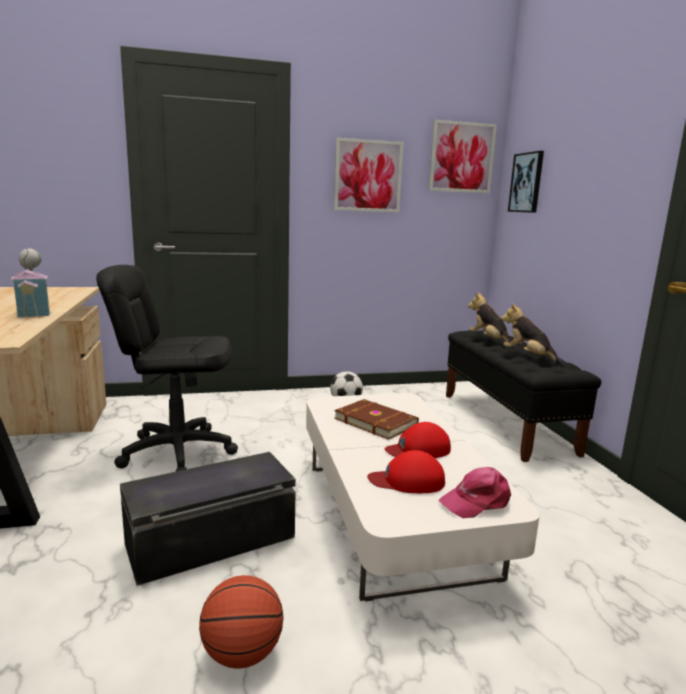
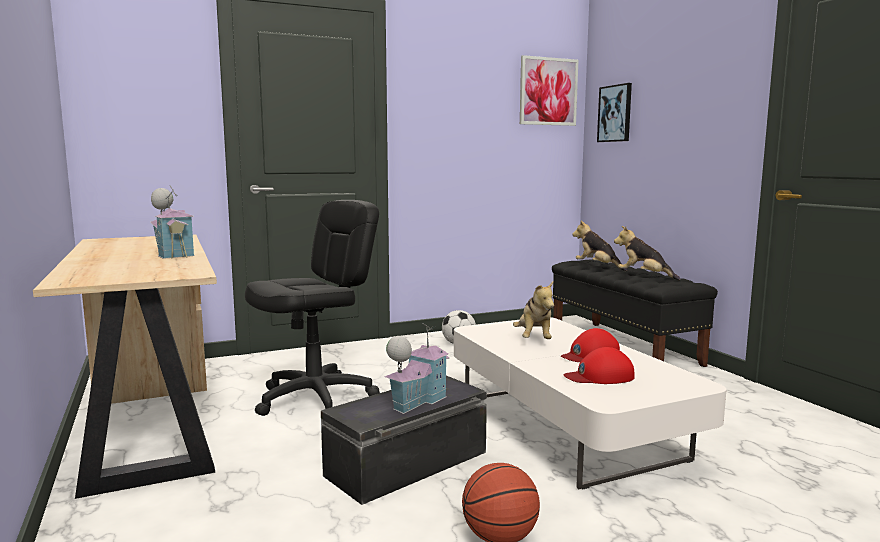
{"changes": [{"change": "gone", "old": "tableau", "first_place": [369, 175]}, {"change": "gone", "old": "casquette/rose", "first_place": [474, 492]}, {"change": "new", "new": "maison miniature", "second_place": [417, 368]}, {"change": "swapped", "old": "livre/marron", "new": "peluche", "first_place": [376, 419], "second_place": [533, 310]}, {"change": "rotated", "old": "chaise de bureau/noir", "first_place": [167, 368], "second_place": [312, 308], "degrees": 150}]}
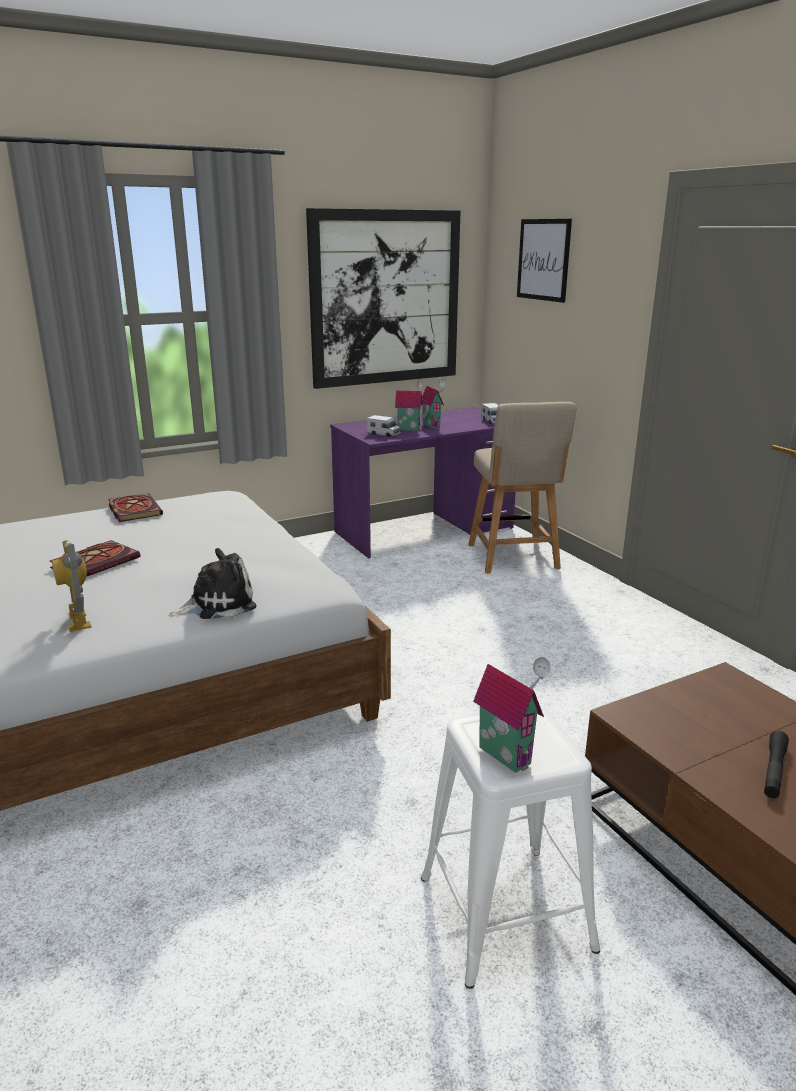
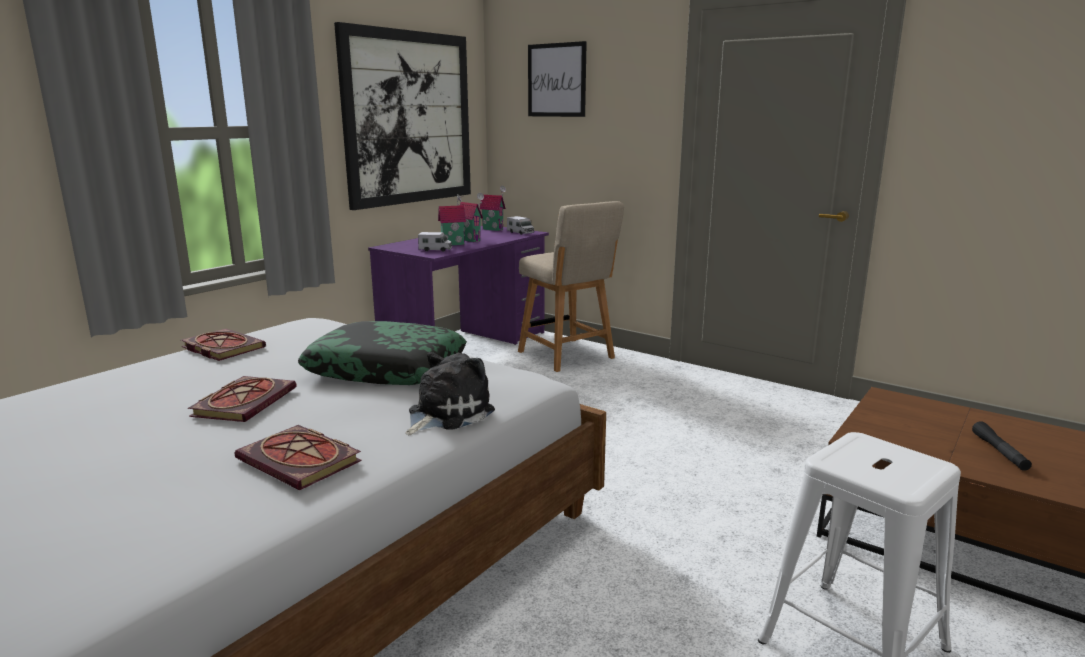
{"changes": [{"change": "new", "new": "coussin", "second_place": [382, 353]}, {"change": "shifted", "old": "maison miniature", "first_place": [512, 715], "second_place": [492, 208]}, {"change": "swapped", "old": "robot jouet", "new": "livre", "first_place": [72, 586], "second_place": [298, 457]}]}
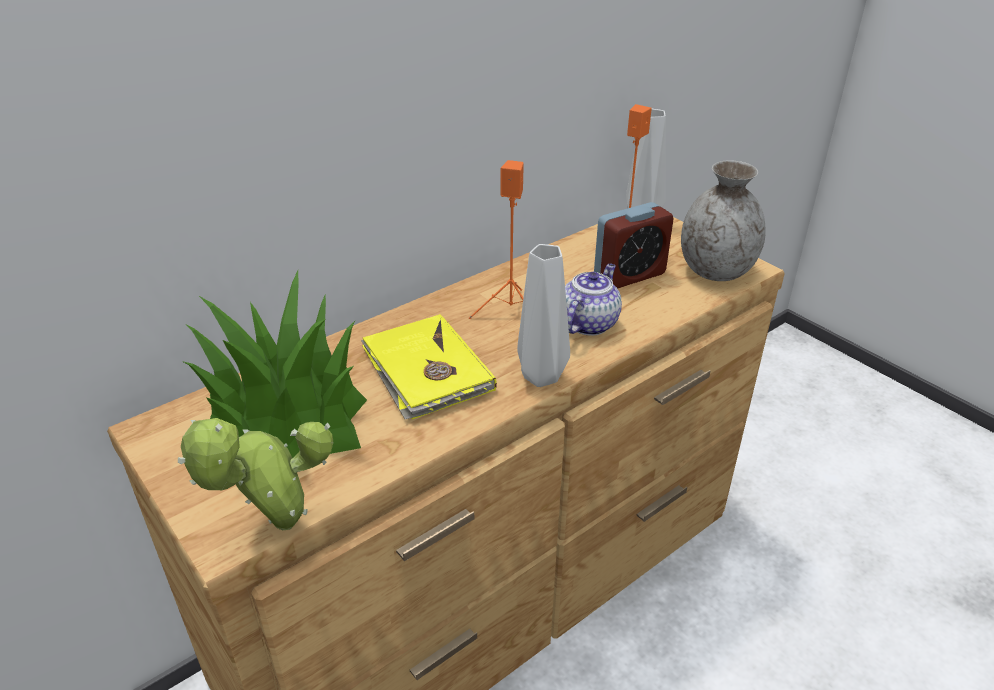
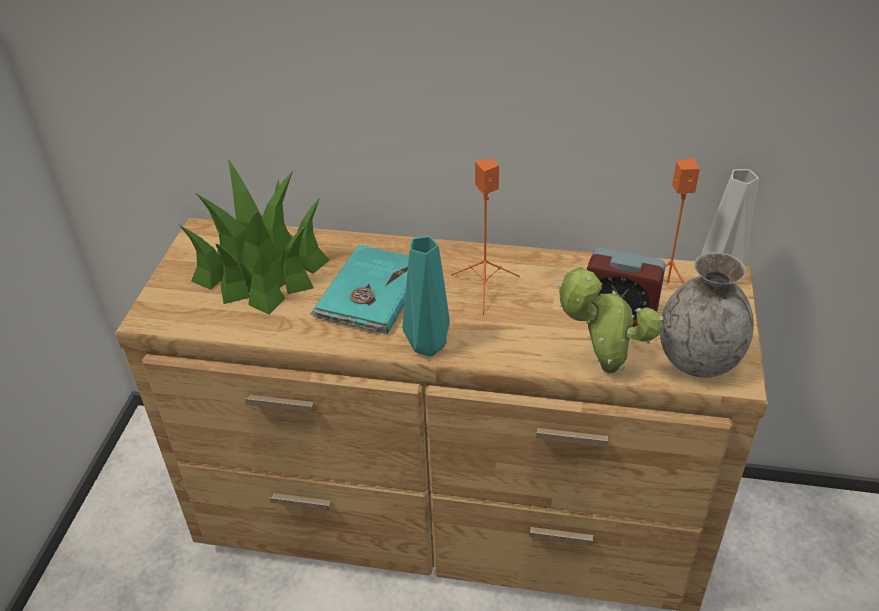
{"changes": [{"change": "gone", "old": "théière", "first_place": [593, 299]}, {"change": "shifted", "old": "plante en pot", "first_place": [255, 474], "second_place": [609, 319]}, {"change": "repainted", "old": "livre/jaune", "new": "livre/turquoise", "first_place": [429, 366], "second_place": [359, 289]}, {"change": "repainted", "old": "vase/gris", "new": "vase/turquoise", "first_place": [543, 315], "second_place": [426, 296]}]}
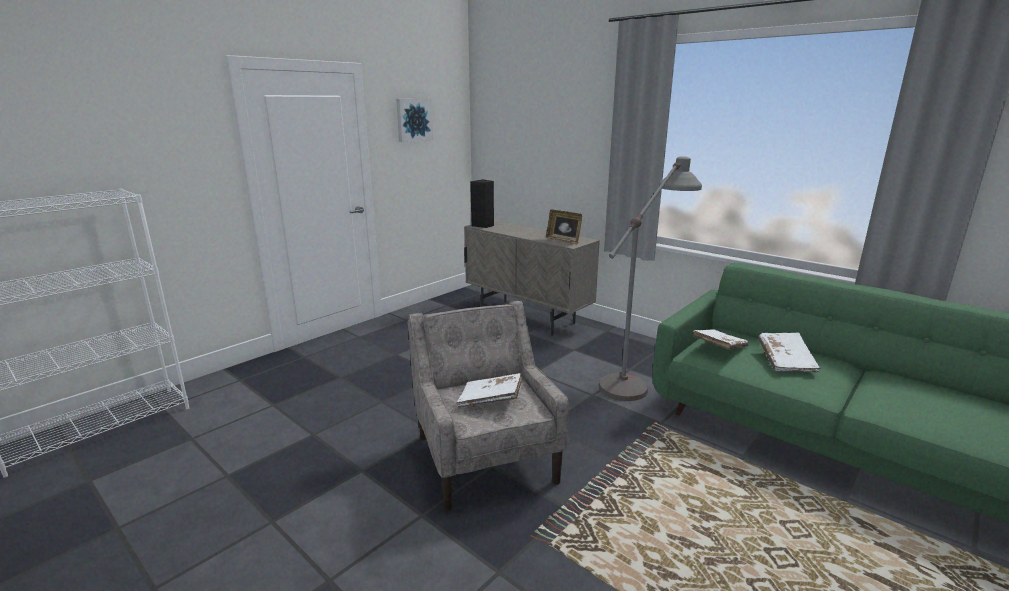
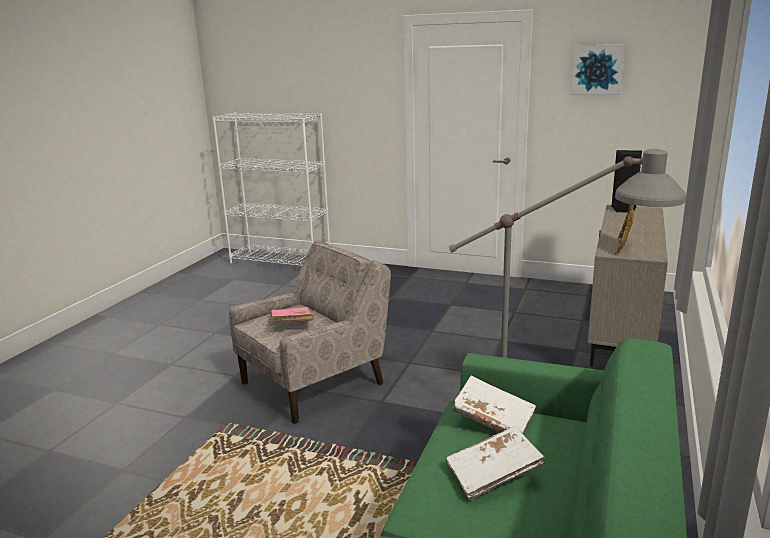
{"changes": [{"change": "repainted", "old": "livre/blanc", "new": "livre/rose", "first_place": [489, 390], "second_place": [292, 315]}]}
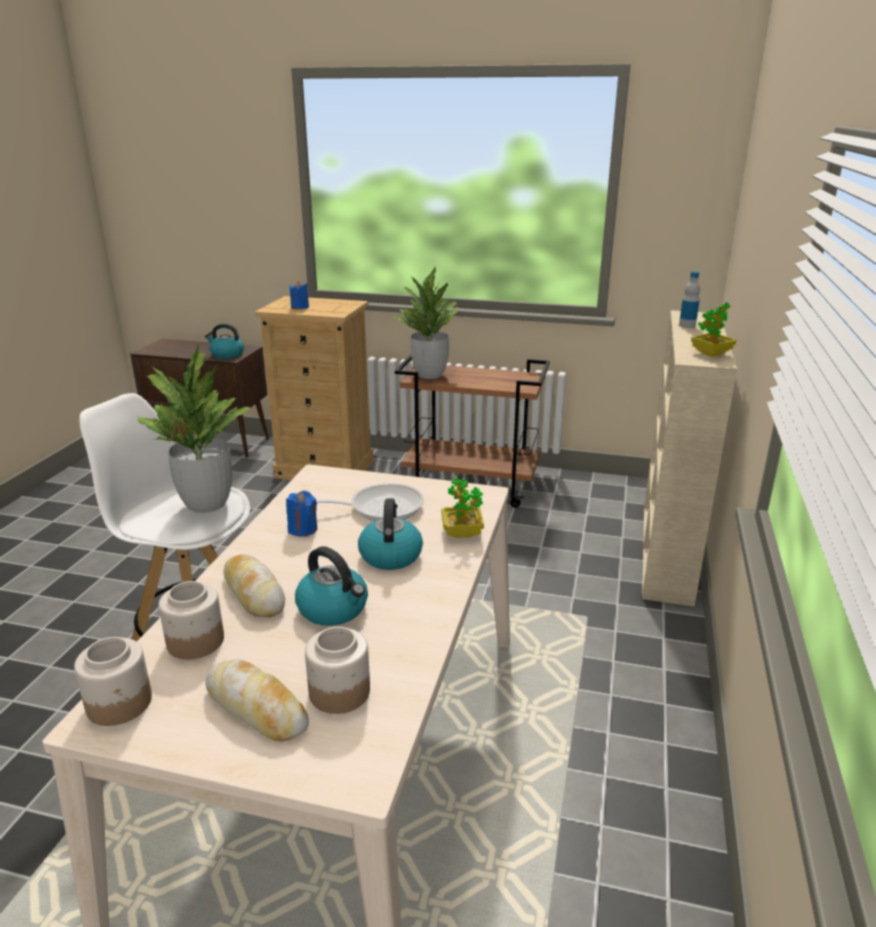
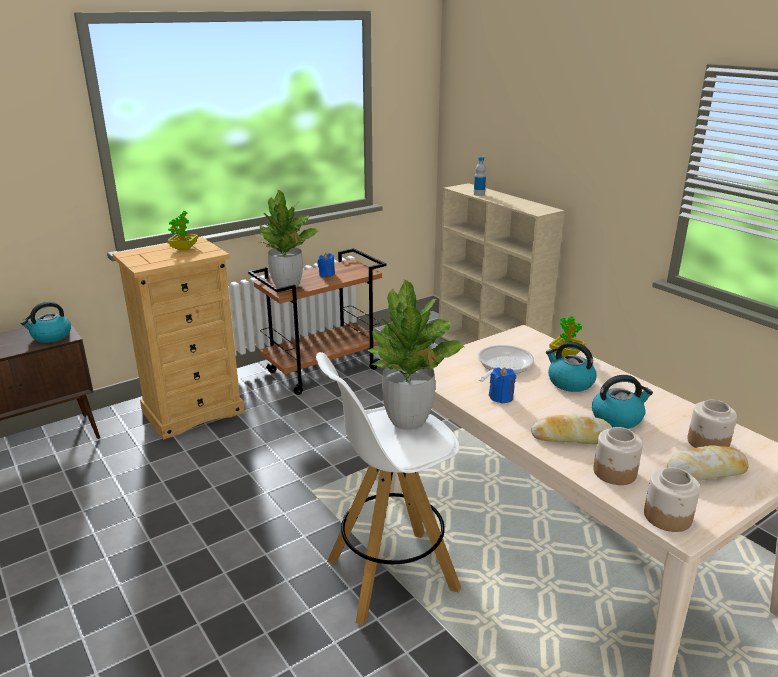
{"changes": [{"change": "shifted", "old": "bougie/bleu", "first_place": [299, 295], "second_place": [326, 265]}, {"change": "shifted", "old": "plante en pot", "first_place": [713, 329], "second_place": [182, 230]}]}
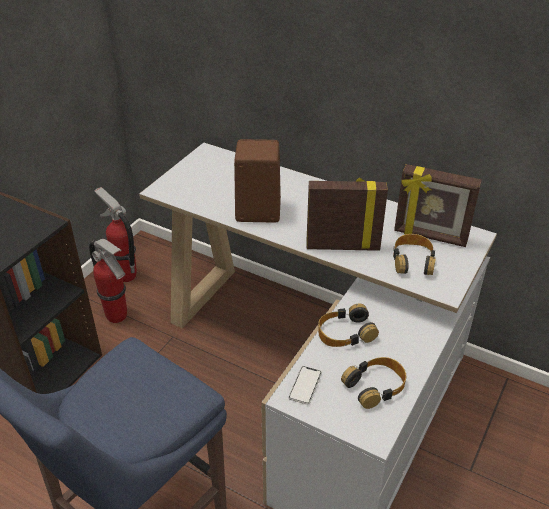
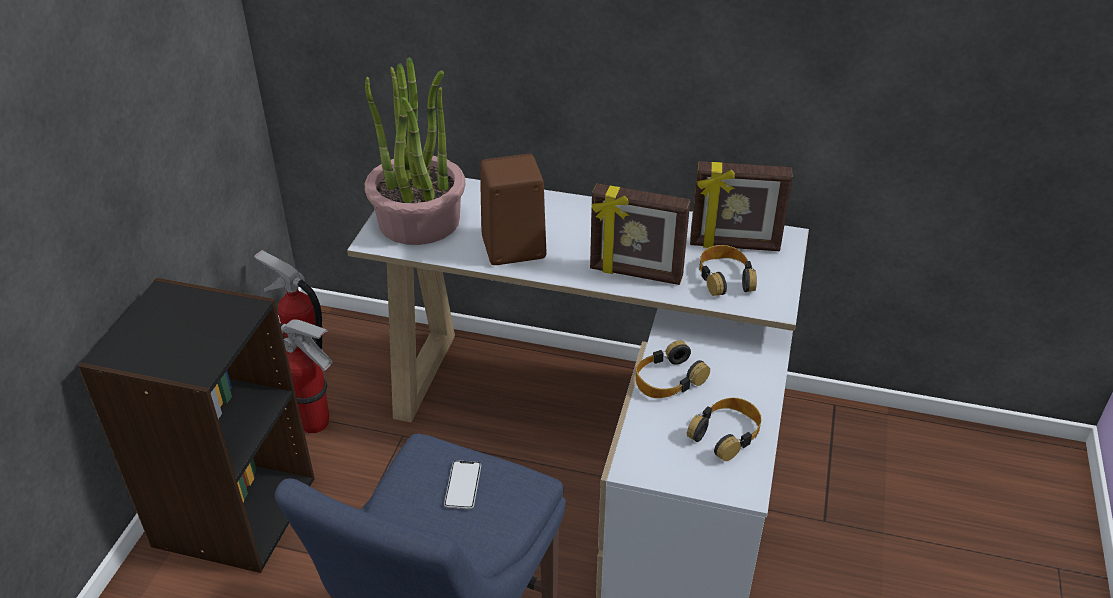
{"changes": [{"change": "new", "new": "plante en pot", "second_place": [415, 151]}, {"change": "shifted", "old": "téléphone", "first_place": [305, 385], "second_place": [462, 484]}, {"change": "rotated", "old": "cadre photo", "first_place": [347, 214], "second_place": [640, 234], "degrees": -150}]}
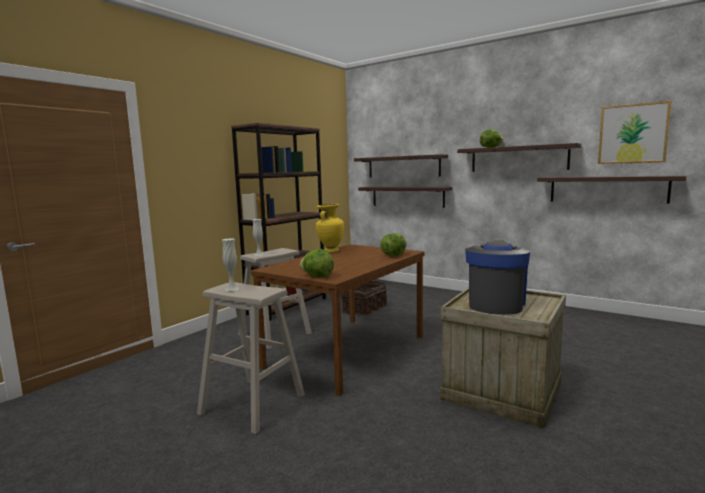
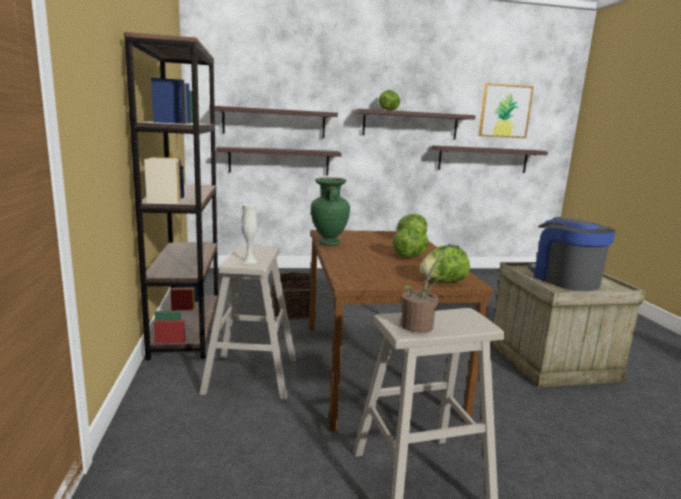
{"changes": [{"change": "new", "new": "laitue", "second_place": [410, 242]}, {"change": "swapped", "old": "vase/blanc", "new": "plante en pot", "first_place": [231, 265], "second_place": [430, 288]}, {"change": "repainted", "old": "vase/jaune", "new": "vase/vert", "first_place": [330, 228], "second_place": [330, 211]}]}
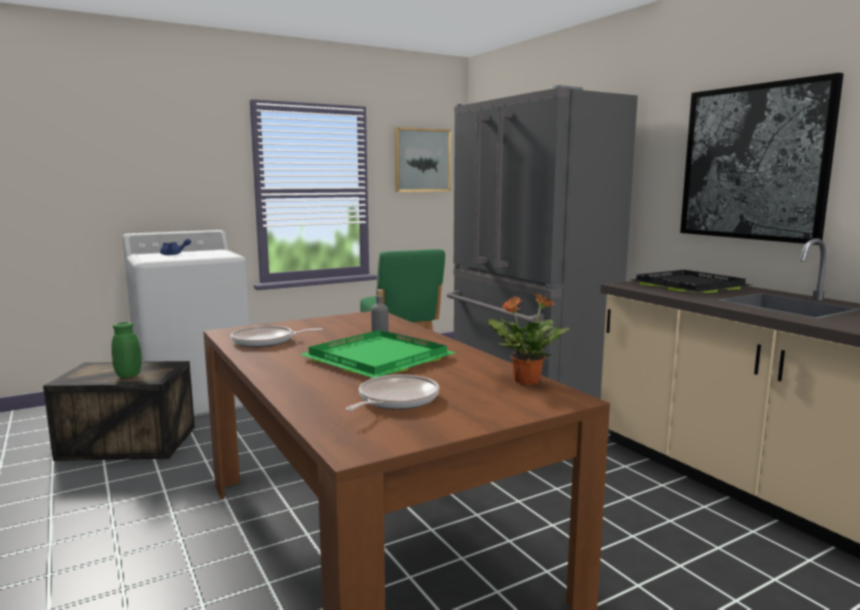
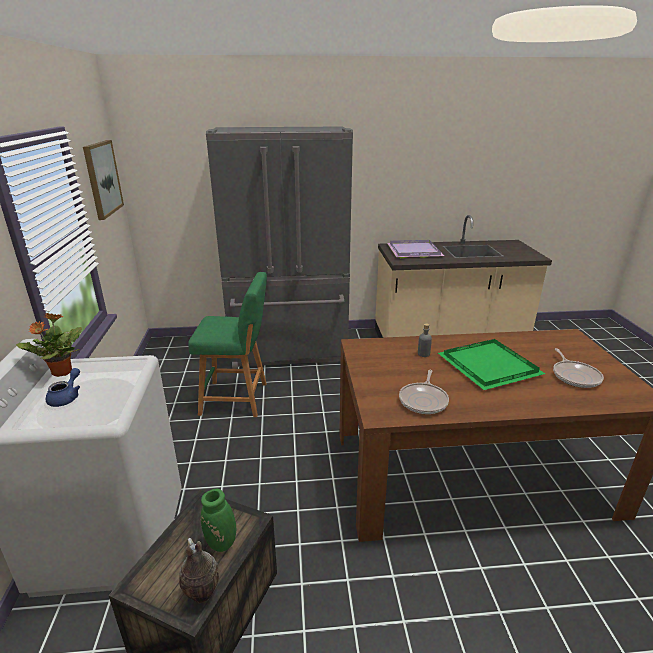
{"changes": [{"change": "gone", "old": "tableau", "first_place": [762, 159]}, {"change": "new", "new": "vase", "second_place": [199, 571]}, {"change": "shifted", "old": "plante en pot", "first_place": [530, 339], "second_place": [49, 345]}, {"change": "repainted", "old": "plateau/noir", "new": "plateau/violet", "first_place": [691, 281], "second_place": [415, 249]}, {"change": "rotated", "old": "poêle", "first_place": [392, 392], "second_place": [578, 368], "degrees": -150}]}
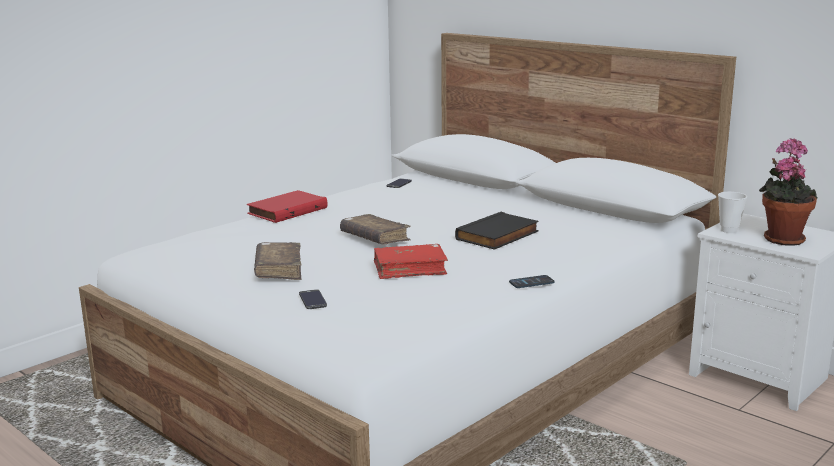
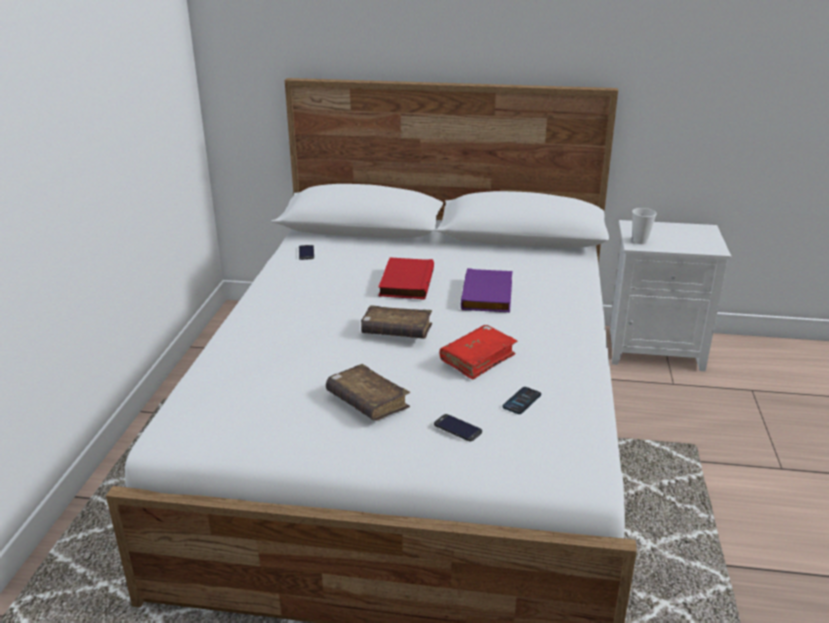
{"changes": [{"change": "gone", "old": "plante en pot", "first_place": [788, 192]}, {"change": "shifted", "old": "livre/rouge", "first_place": [287, 206], "second_place": [406, 278]}, {"change": "shifted", "old": "téléphone", "first_place": [532, 281], "second_place": [521, 400]}, {"change": "repainted", "old": "livre/noir", "new": "livre/violet", "first_place": [497, 231], "second_place": [487, 290]}]}
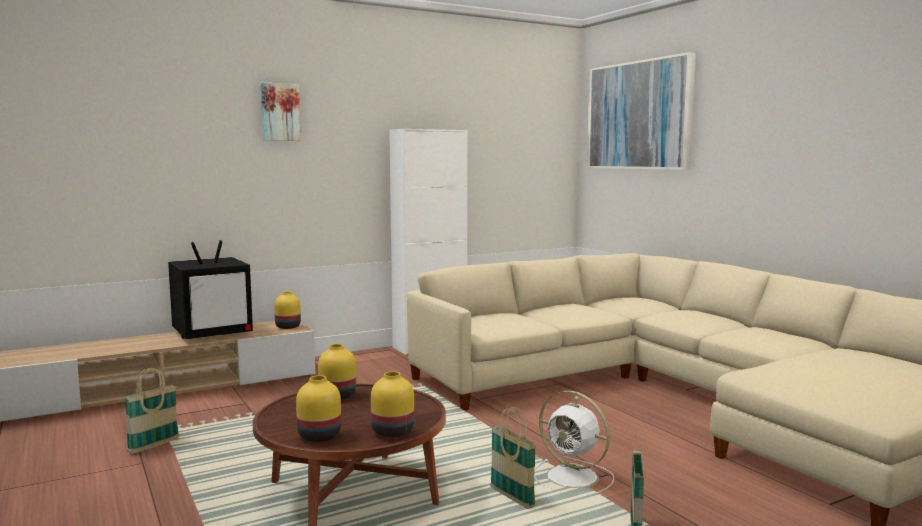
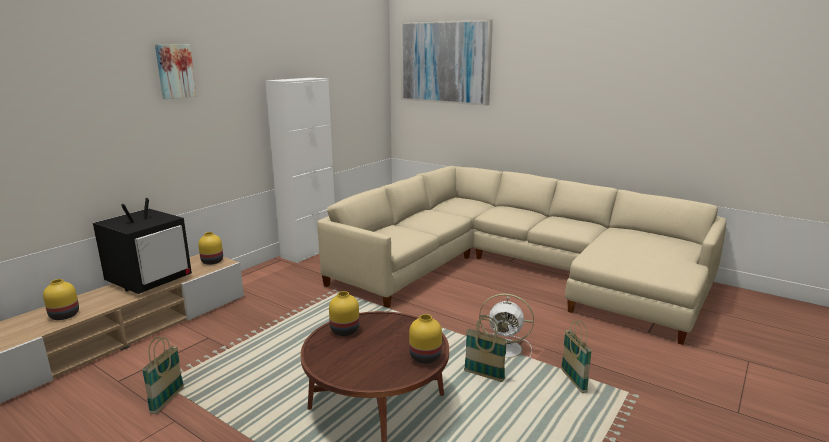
{"changes": [{"change": "shifted", "old": "vase/jaune", "first_place": [318, 408], "second_place": [61, 299]}]}
